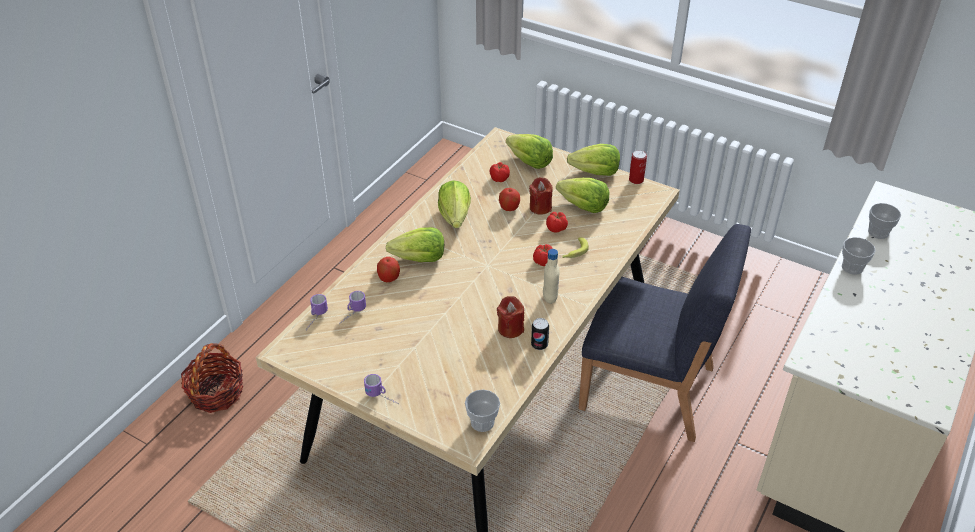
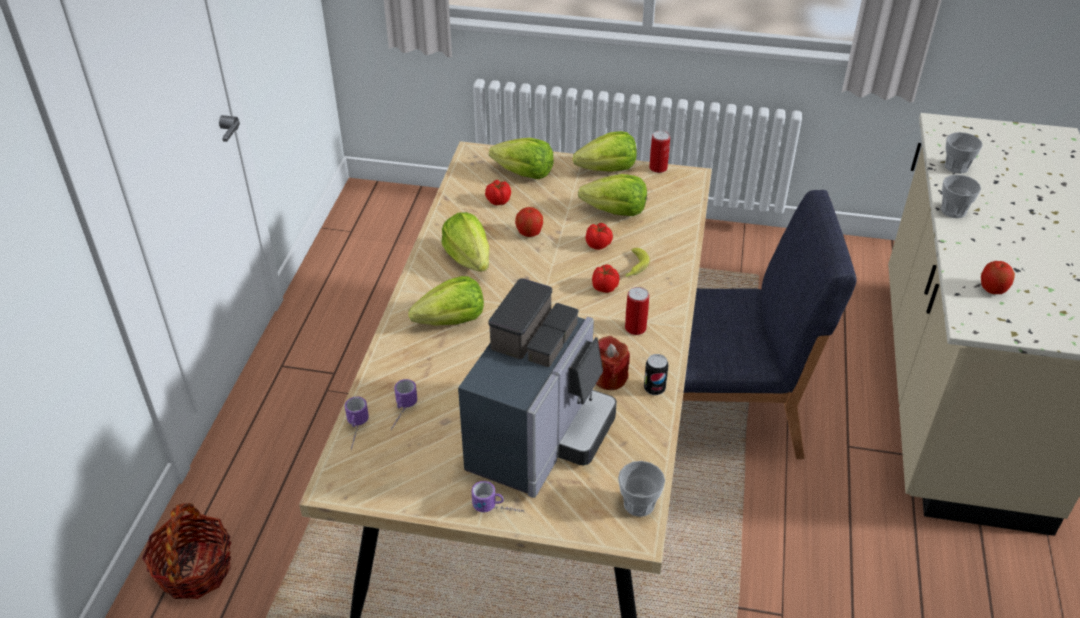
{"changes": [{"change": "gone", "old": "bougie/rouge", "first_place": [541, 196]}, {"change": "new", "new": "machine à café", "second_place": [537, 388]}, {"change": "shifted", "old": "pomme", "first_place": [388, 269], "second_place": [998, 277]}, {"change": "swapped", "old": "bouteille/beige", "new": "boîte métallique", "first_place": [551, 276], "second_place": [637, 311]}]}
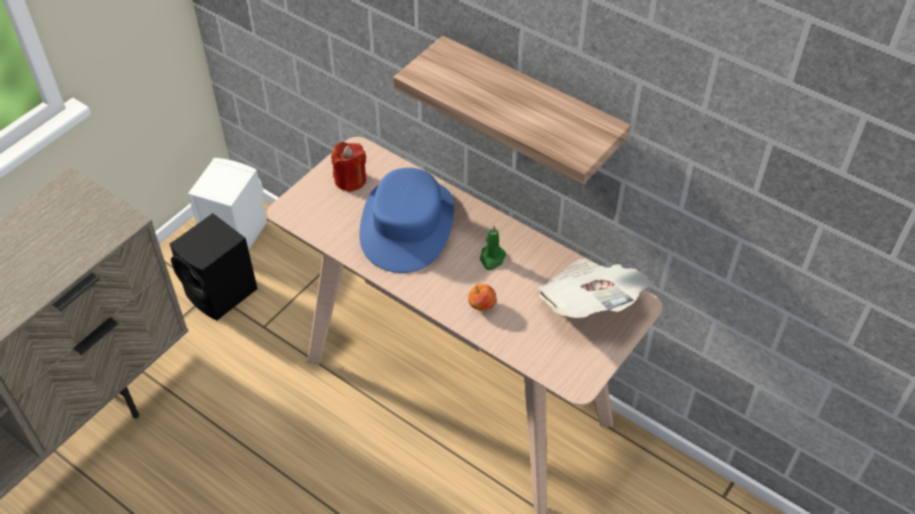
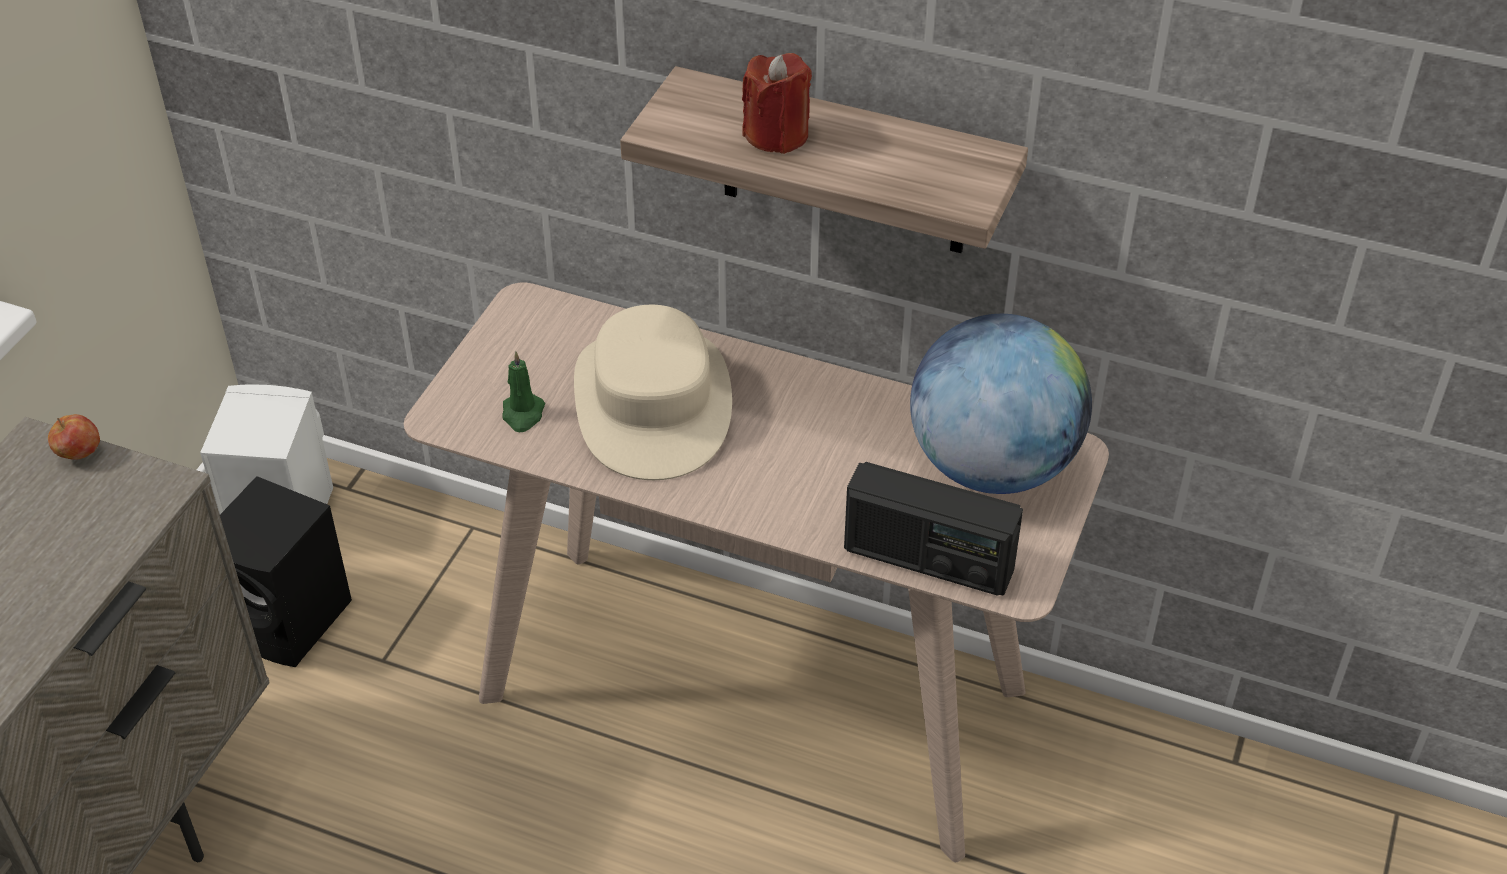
{"changes": [{"change": "new", "new": "radio", "second_place": [933, 529]}, {"change": "shifted", "old": "bougie/rouge", "first_place": [348, 167], "second_place": [777, 103]}, {"change": "shifted", "old": "pomme", "first_place": [482, 297], "second_place": [74, 437]}, {"change": "shifted", "old": "bougie/vert", "first_place": [493, 247], "second_place": [523, 391]}, {"change": "swapped", "old": "journal", "new": "globe", "first_place": [594, 288], "second_place": [1001, 404]}, {"change": "repainted", "old": "chapeau/bleu", "new": "chapeau/beige", "first_place": [406, 220], "second_place": [653, 392]}]}
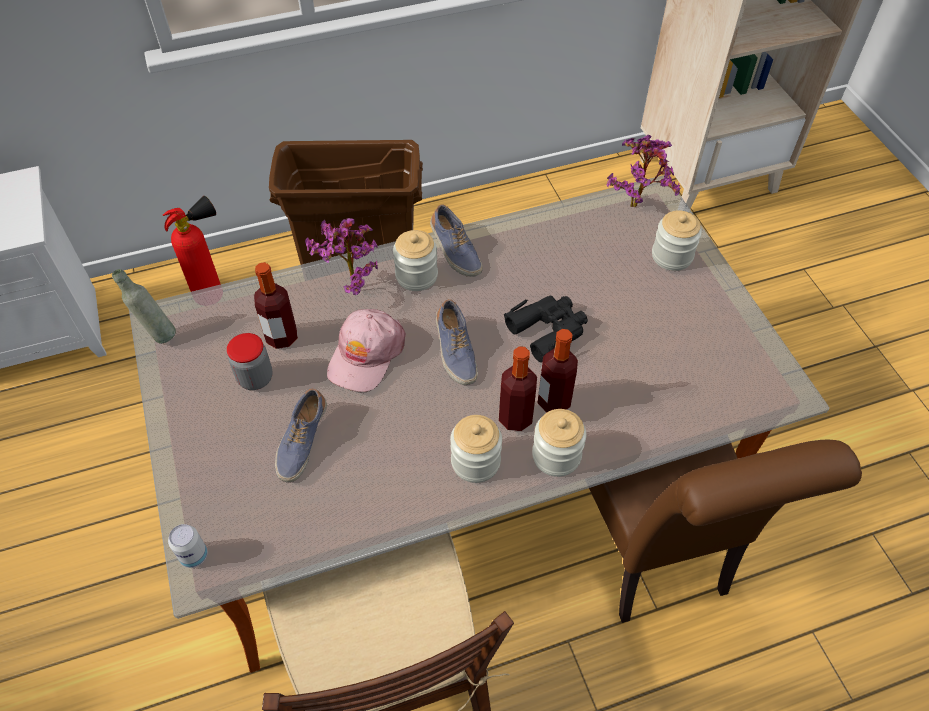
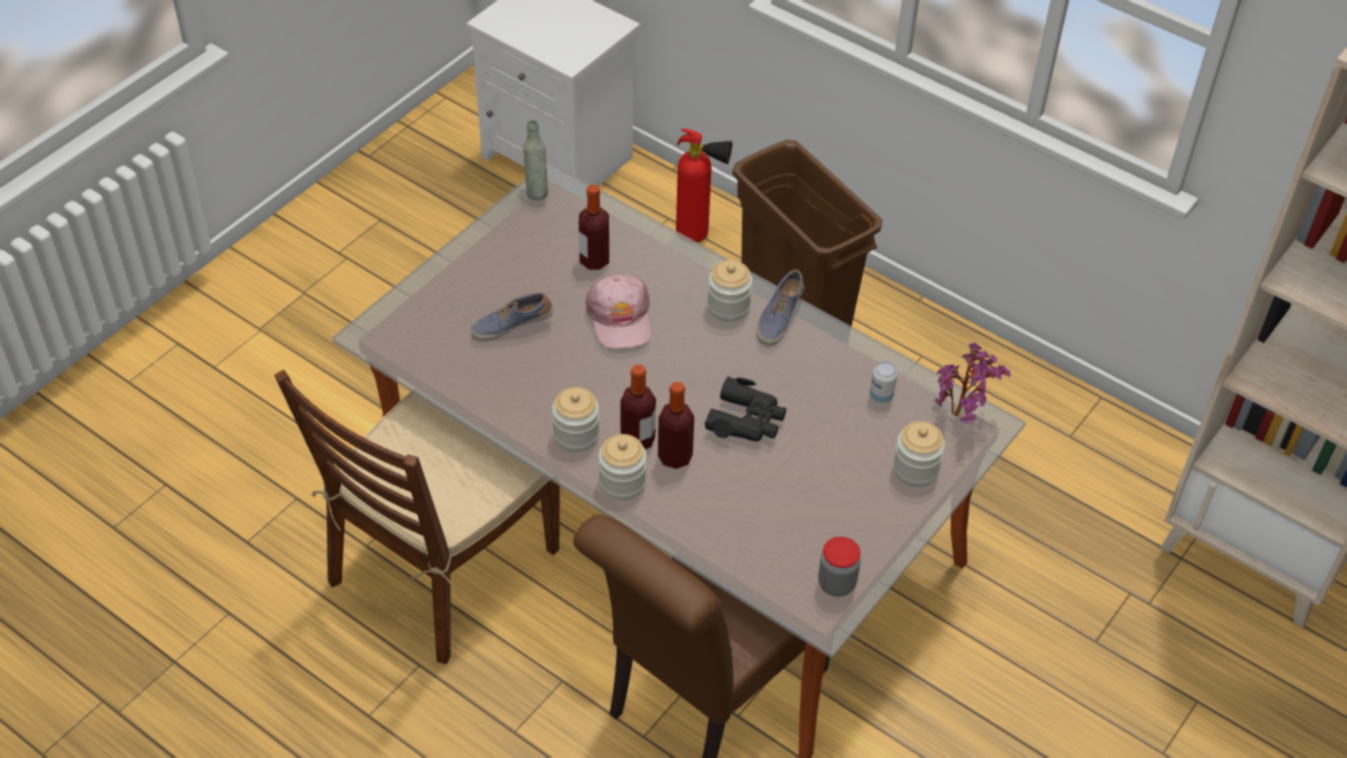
{"changes": [{"change": "gone", "old": "plante en pot", "first_place": [341, 256]}, {"change": "gone", "old": "chaussure", "first_place": [457, 342]}, {"change": "shifted", "old": "boîte métallique", "first_place": [188, 546], "second_place": [883, 382]}, {"change": "shifted", "old": "bocal", "first_place": [250, 361], "second_place": [839, 567]}, {"change": "rotated", "old": "casquette/rose", "first_place": [366, 350], "second_place": [618, 311], "degrees": -90}]}
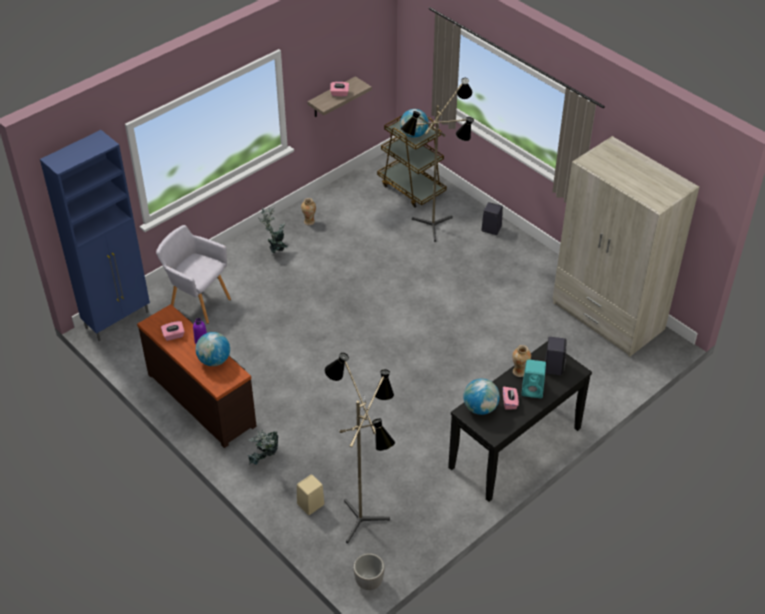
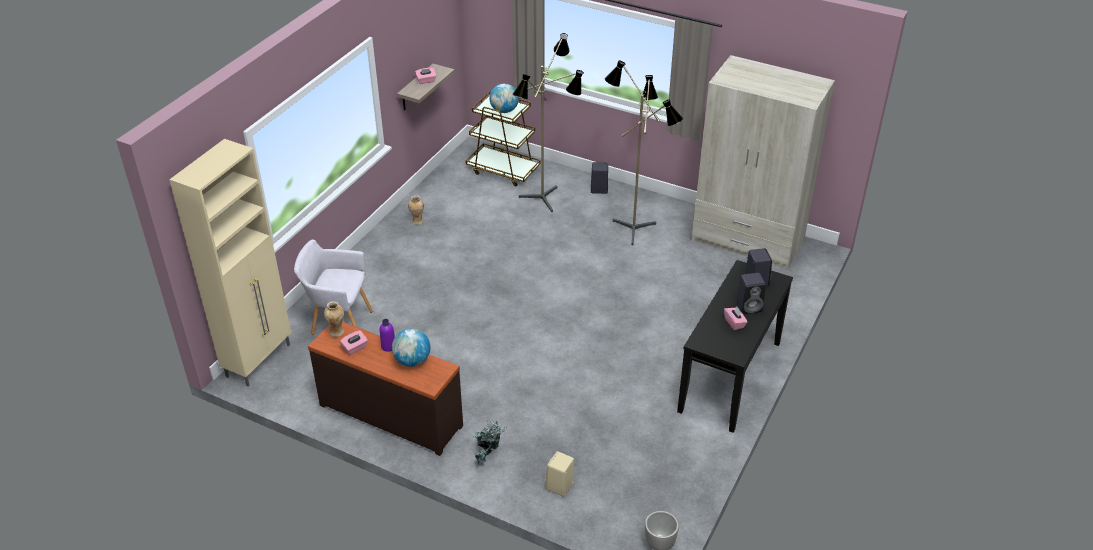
{"changes": [{"change": "gone", "old": "plante en pot", "first_place": [273, 230]}, {"change": "gone", "old": "globe", "first_place": [481, 397]}, {"change": "shifted", "old": "lampadaire", "first_place": [359, 448], "second_place": [644, 152]}, {"change": "shifted", "old": "vase", "first_place": [521, 361], "second_place": [334, 319]}, {"change": "repainted", "old": "meuble de rangement/bleu", "new": "meuble de rangement/beige", "first_place": [95, 235], "second_place": [230, 263]}, {"change": "repainted", "old": "enceinte/turquoise", "new": "enceinte/noir", "first_place": [533, 379], "second_place": [751, 293]}]}
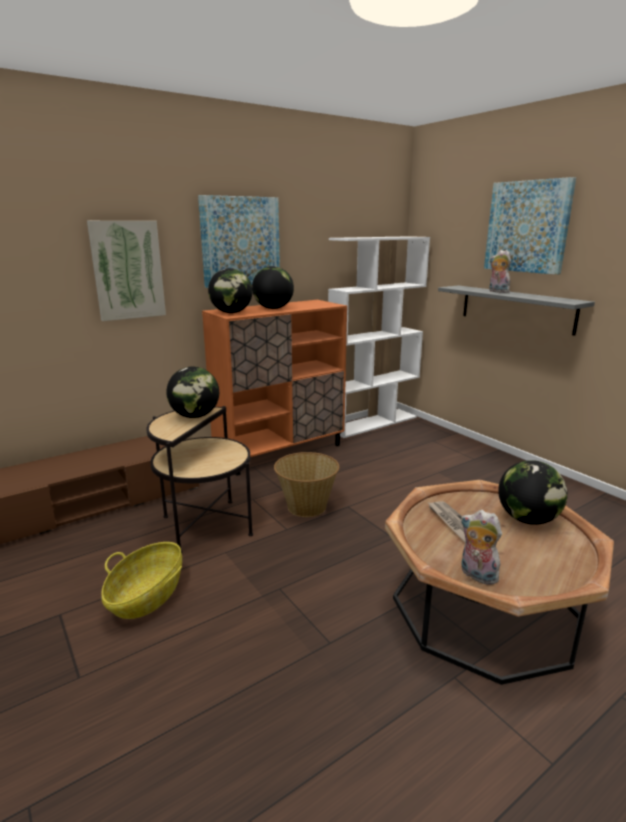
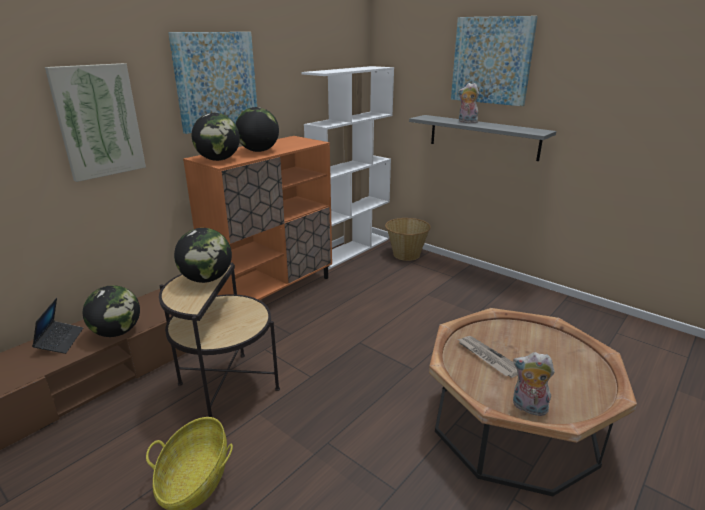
{"changes": [{"change": "new", "new": "ordinateur portable", "second_place": [57, 326]}, {"change": "shifted", "old": "panier", "first_place": [306, 484], "second_place": [408, 239]}, {"change": "shifted", "old": "globe", "first_place": [533, 492], "second_place": [111, 311]}]}
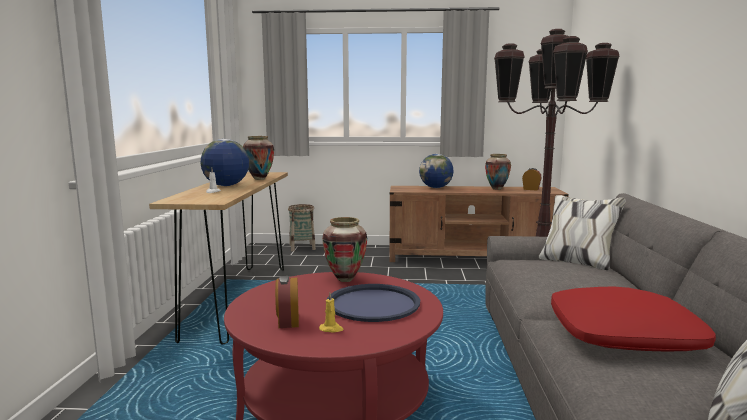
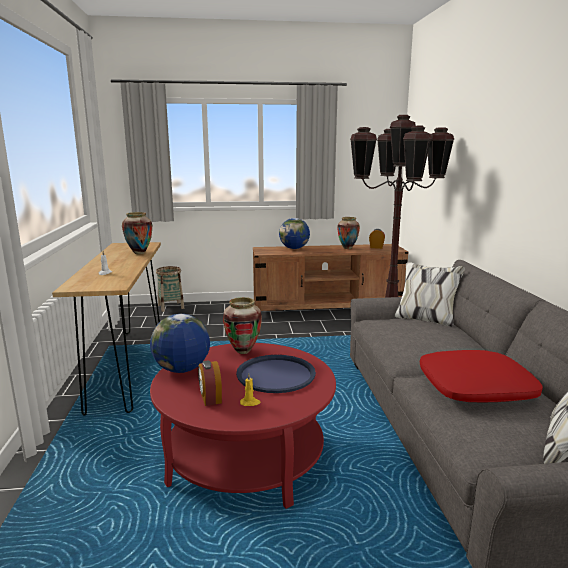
{"changes": [{"change": "shifted", "old": "globe", "first_place": [225, 162], "second_place": [180, 343]}]}
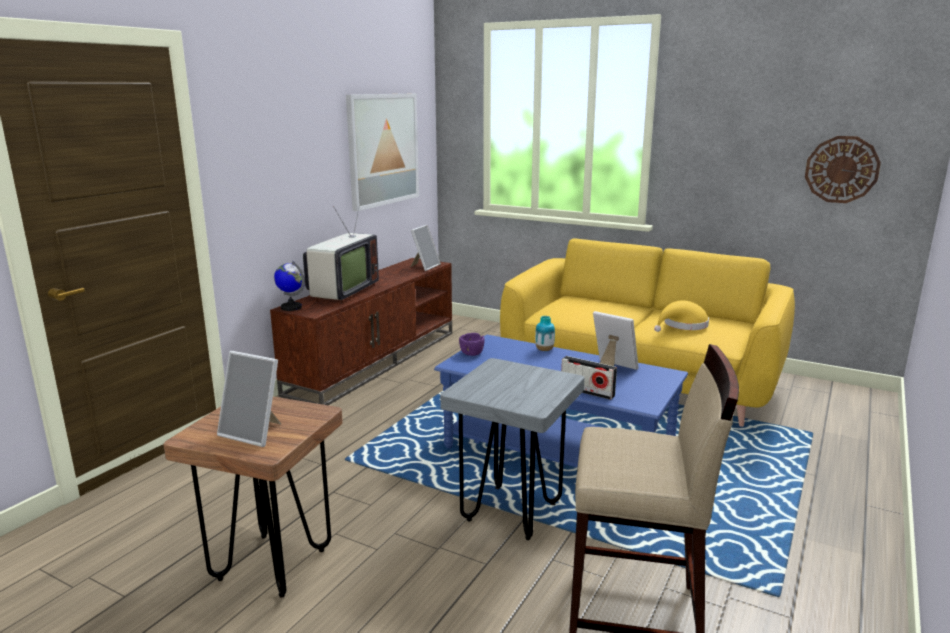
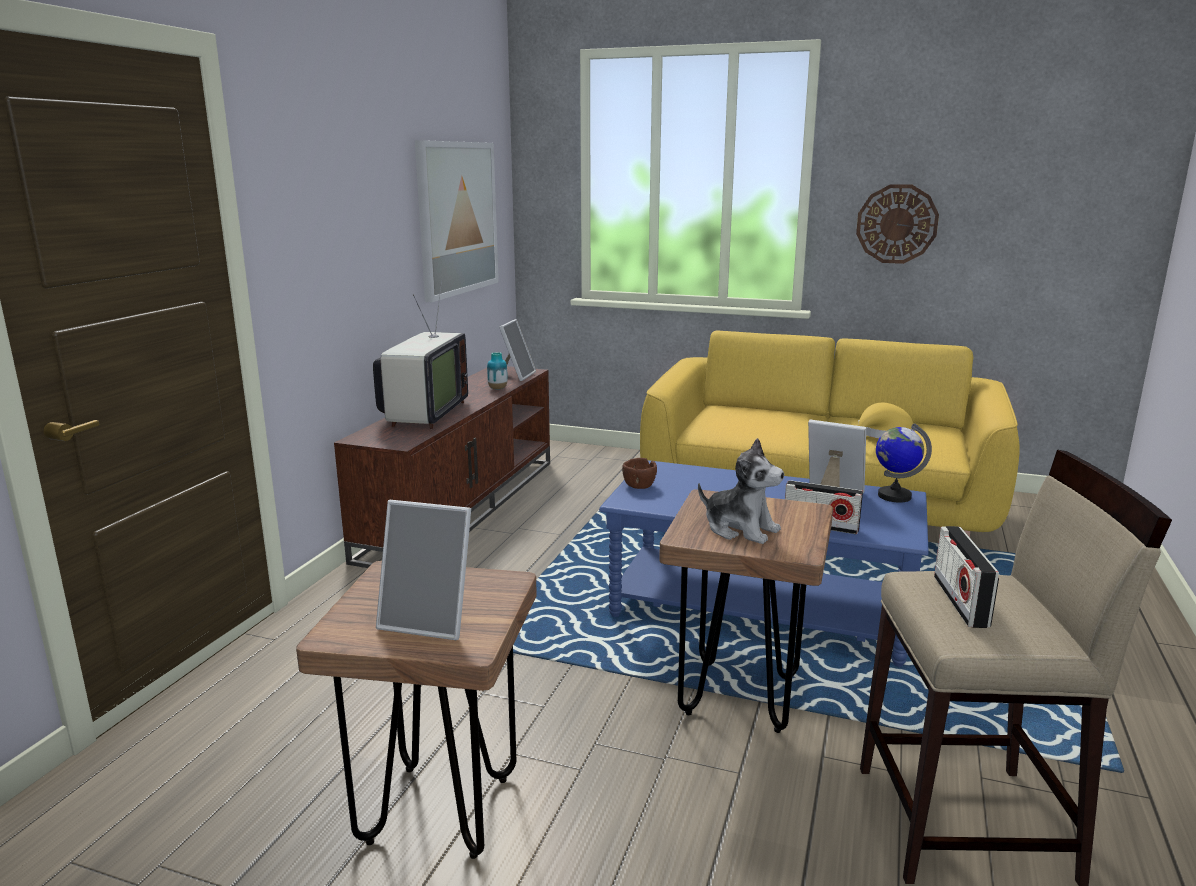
{"changes": [{"change": "new", "new": "peluche", "second_place": [741, 491]}, {"change": "new", "new": "radio", "second_place": [966, 577]}, {"change": "shifted", "old": "globe", "first_place": [289, 286], "second_place": [904, 463]}, {"change": "shifted", "old": "vase", "first_place": [545, 333], "second_place": [497, 370]}, {"change": "shifted", "old": "horloge murale", "first_place": [843, 169], "second_place": [897, 224]}, {"change": "repainted", "old": "tabouret/gris", "new": "tabouret/marron", "first_place": [512, 449], "second_place": [746, 611]}, {"change": "repainted", "old": "bol/violet", "new": "bol/marron", "first_place": [472, 344], "second_place": [639, 473]}]}
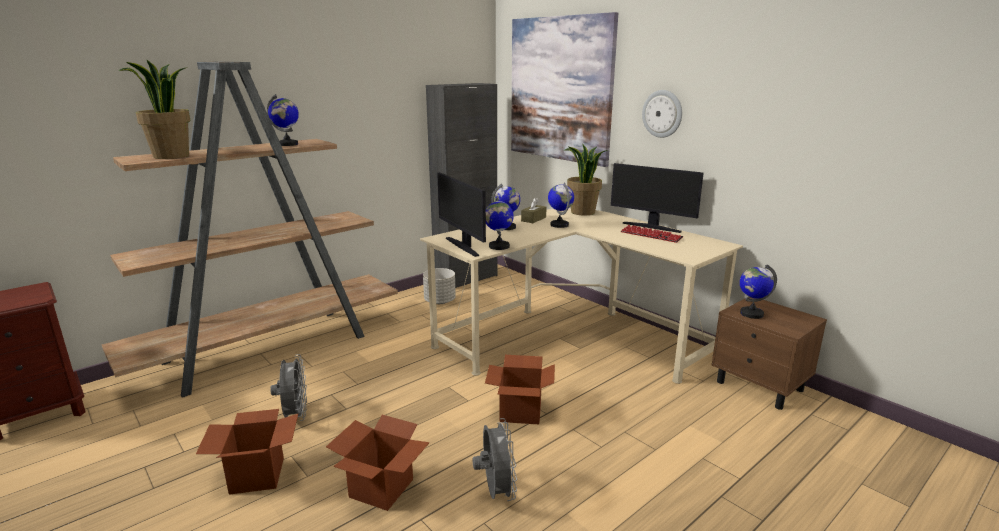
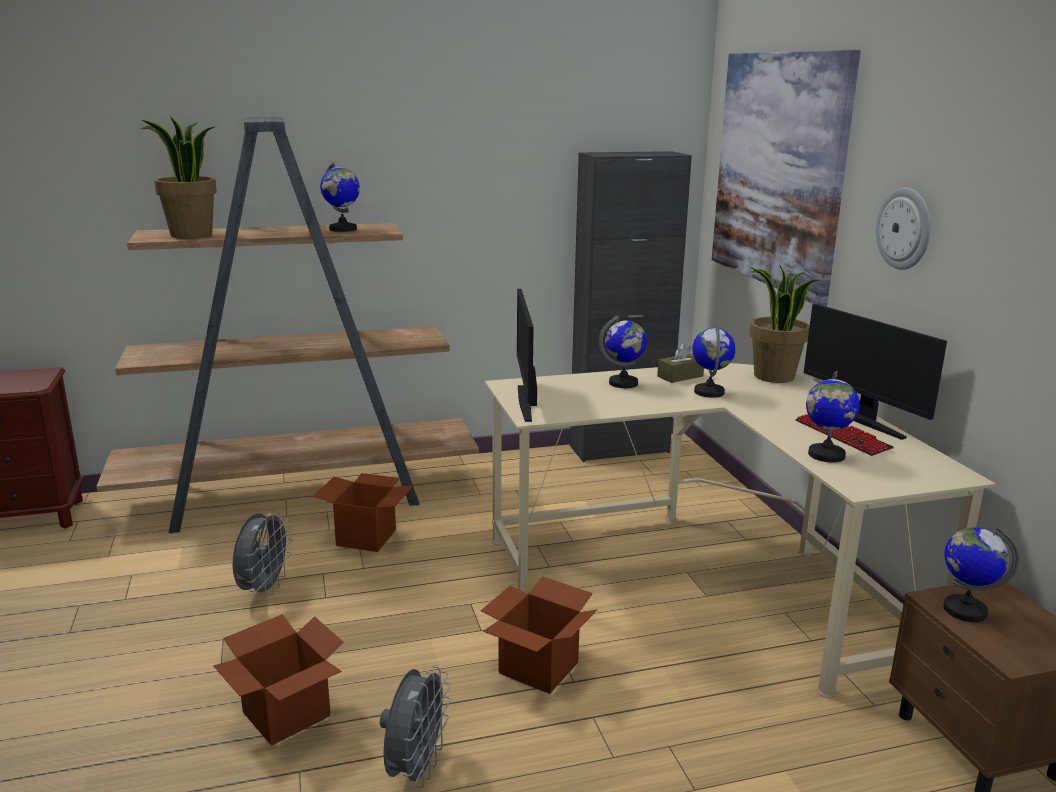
{"changes": [{"change": "gone", "old": "cache-pot/gris", "first_place": [439, 286]}, {"change": "shifted", "old": "carton", "first_place": [247, 452], "second_place": [363, 512]}, {"change": "shifted", "old": "globe", "first_place": [500, 223], "second_place": [833, 416]}]}
